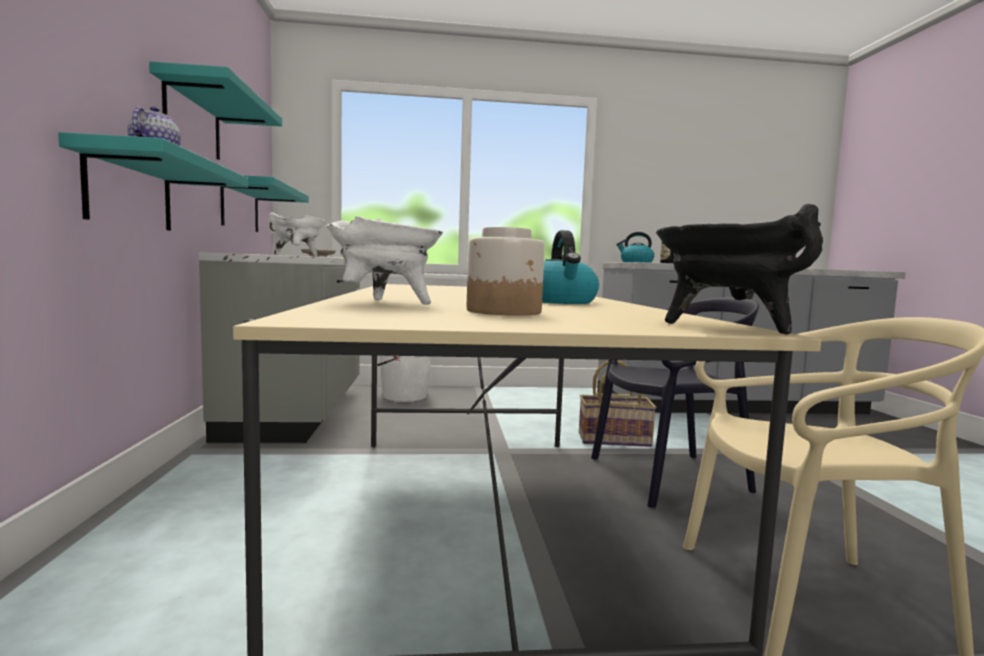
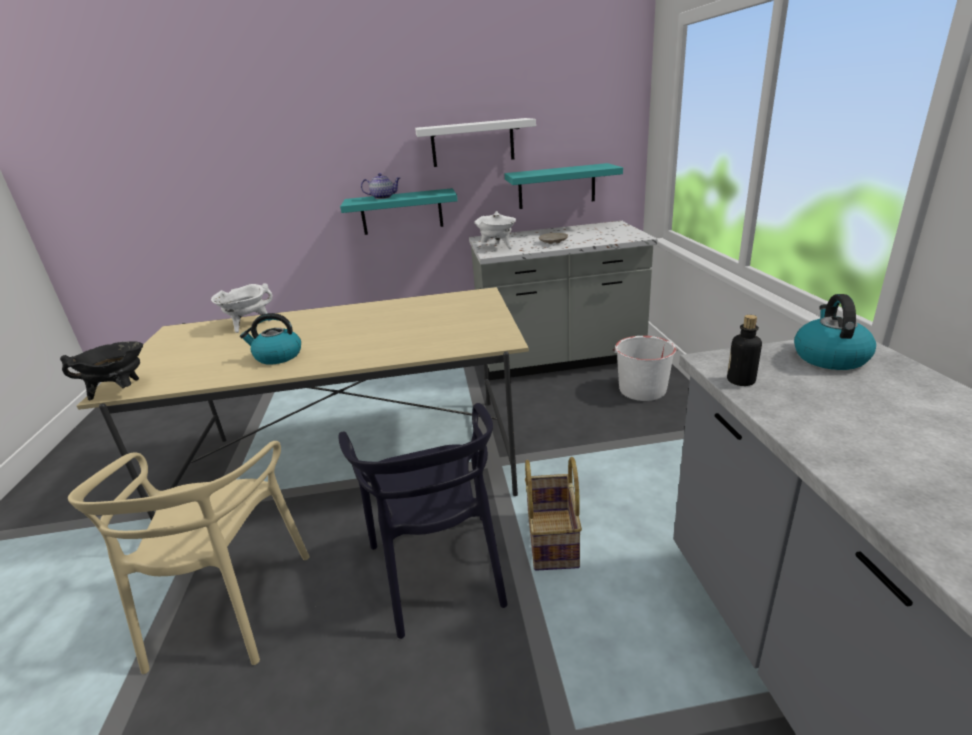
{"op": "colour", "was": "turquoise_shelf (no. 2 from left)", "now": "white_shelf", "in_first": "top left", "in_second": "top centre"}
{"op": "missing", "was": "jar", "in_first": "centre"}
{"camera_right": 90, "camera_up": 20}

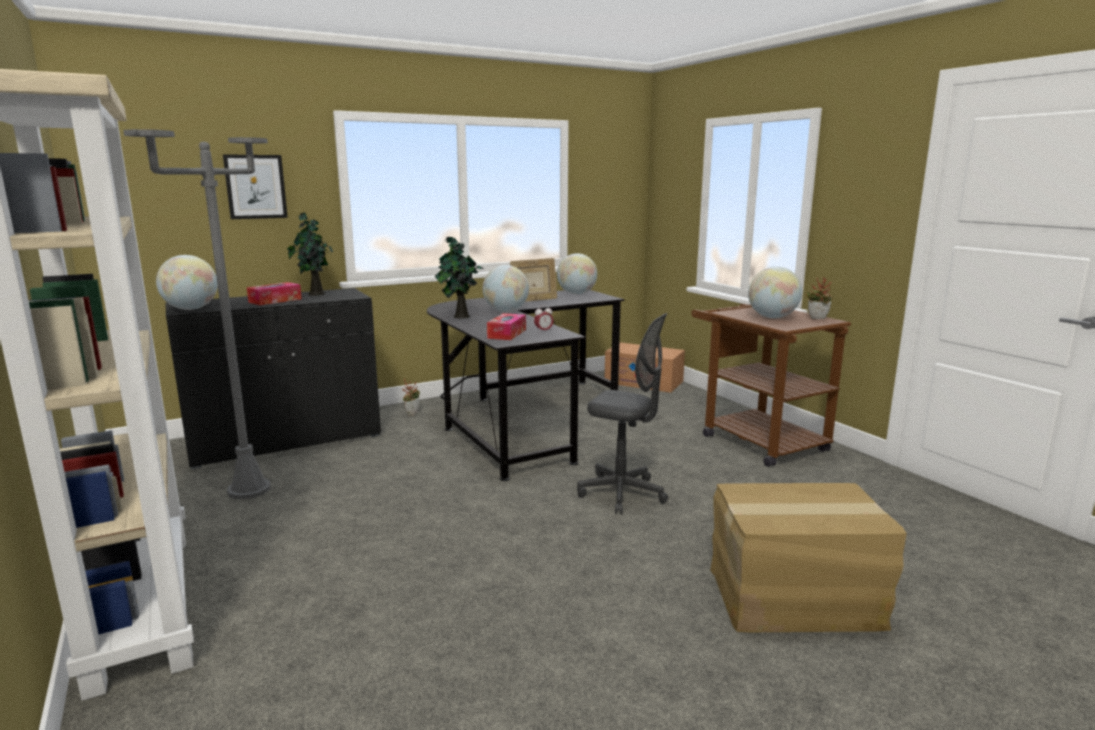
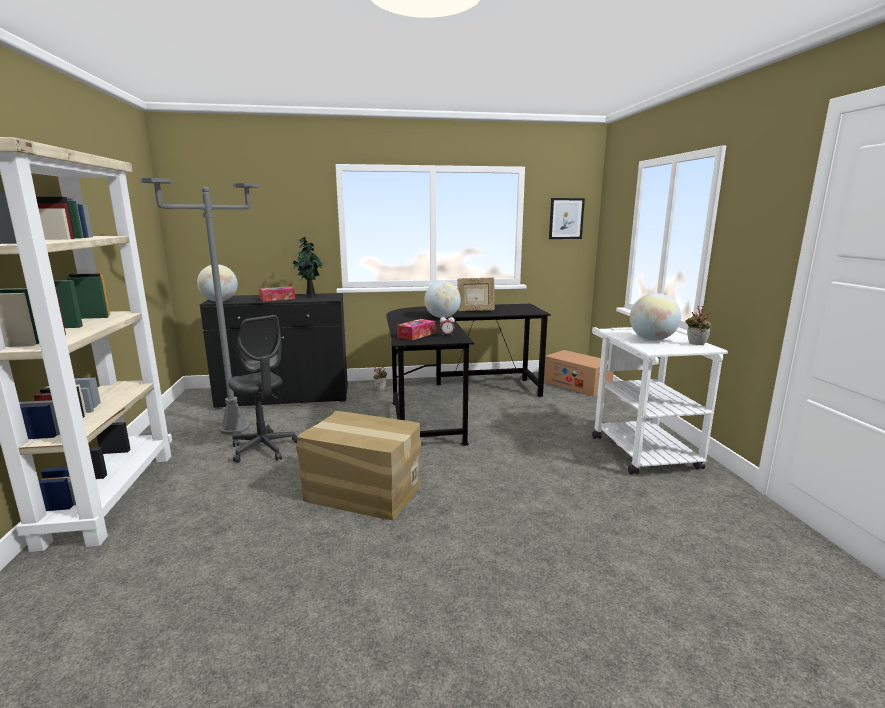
{"op": "relocated", "was": "grey_office_chair", "in_first": "centre", "in_second": "middle left"}
{"op": "relocated", "was": "cardboard_box (no. 2 from left in the first image)", "now": "cardboard_box (no. 1 from left)", "in_first": "bottom right", "in_second": "centre"}
{"op": "relocated", "was": "picture", "in_first": "top left", "in_second": "top centre"}
{"op": "colour", "was": "brown_cart", "now": "white_cart", "in_first": "middle right", "in_second": "middle right"}
{"op": "missing", "was": "potted_plant (no. 3 from left)", "in_first": "centre"}
{"op": "missing", "was": "globe (no. 3 from left)", "in_first": "centre"}
{"camera_right": 20, "camera_up": 0}

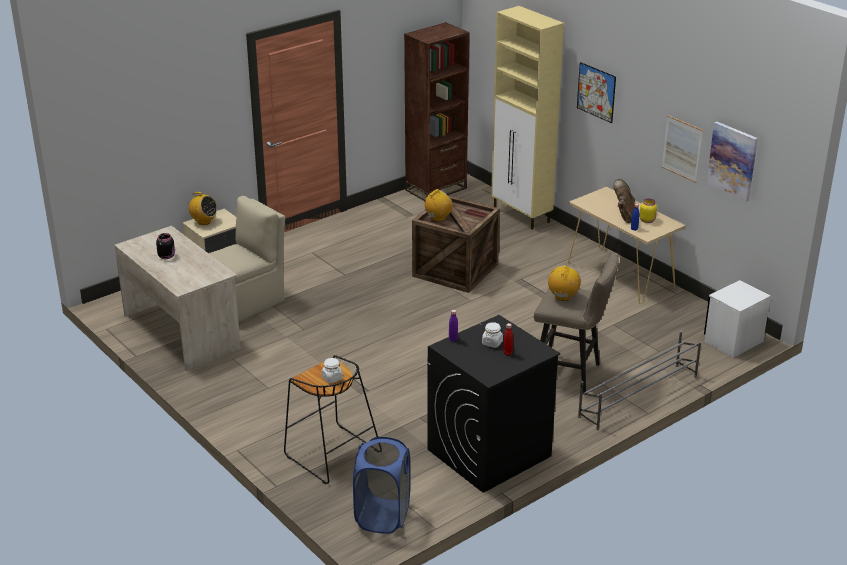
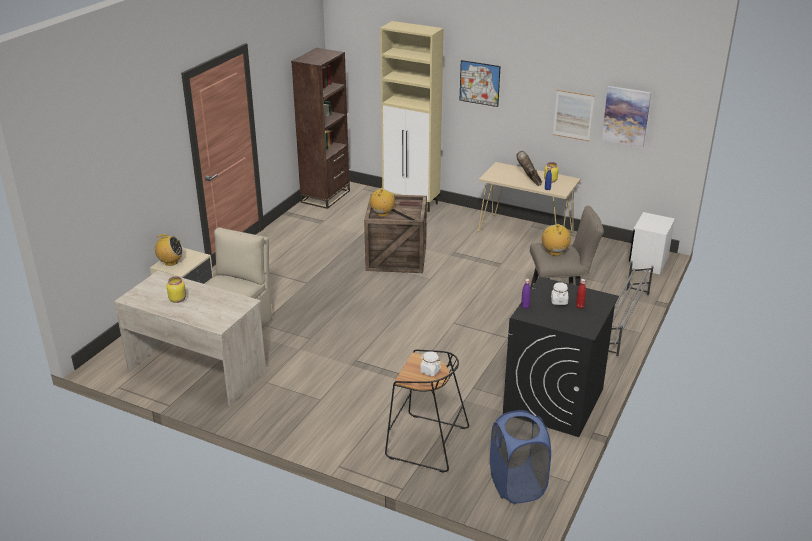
{"op": "colour", "was": "black_jar", "now": "yellow_jar (no. 1 from left)", "in_first": "middle left", "in_second": "middle left"}
{"camera_right": -25, "camera_up": 0}

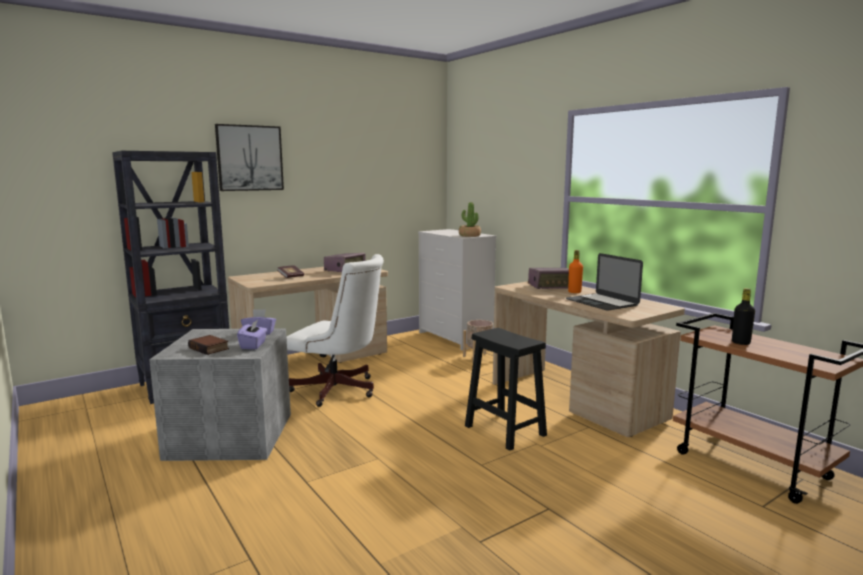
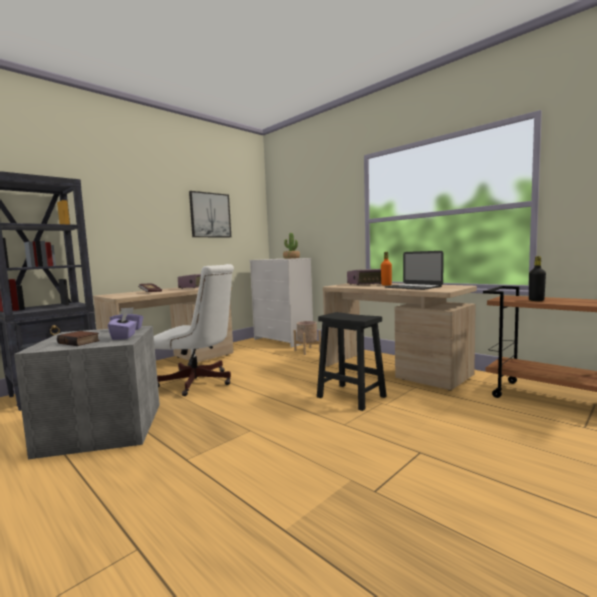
{"op": "relocated", "was": "picture", "in_first": "top left", "in_second": "centre"}
{"camera_right": -10, "camera_up": -5}

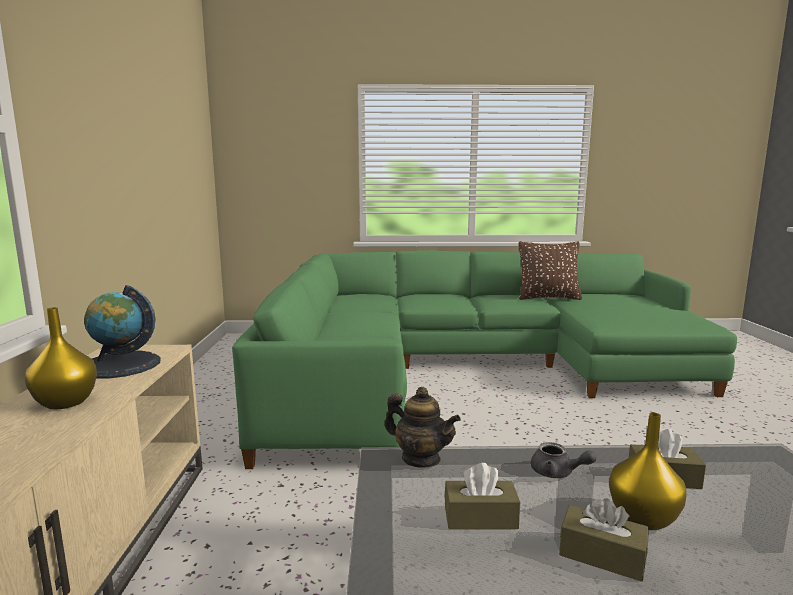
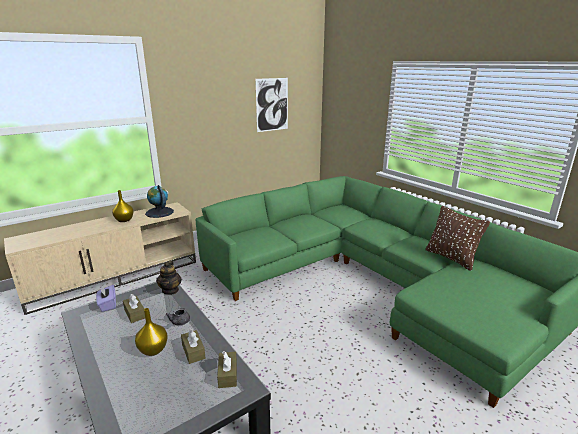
{"op": "appeared", "now": "purple_tissue_box", "in_second": "bottom left"}
{"op": "relocated", "was": "brown_tissue_box (no. 2 from left in the first image)", "now": "brown_tissue_box (no. 3 from left)", "in_first": "bottom right", "in_second": "bottom centre"}
{"op": "appeared", "now": "picture", "in_second": "top centre"}
{"camera_right": 55, "camera_up": 10}

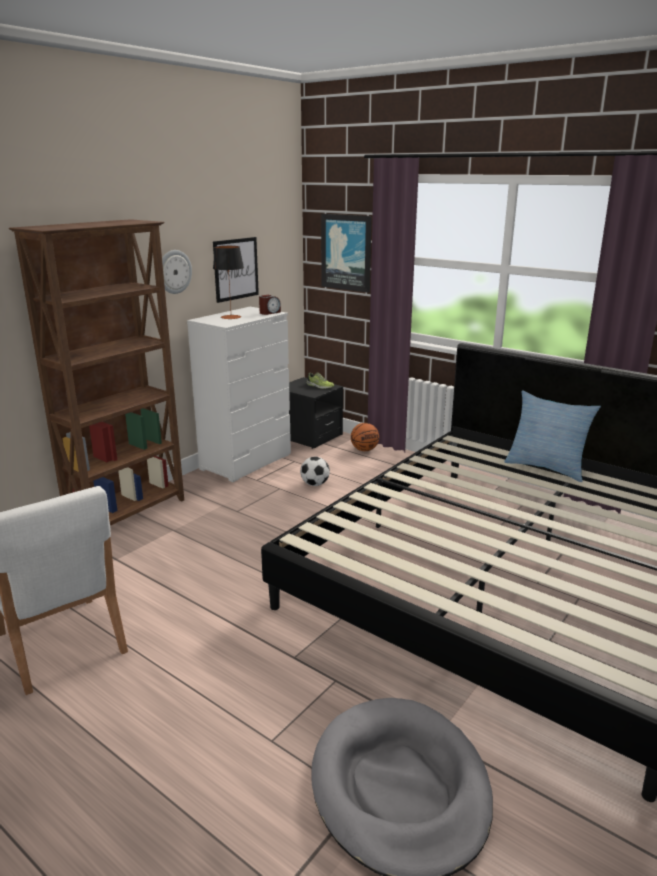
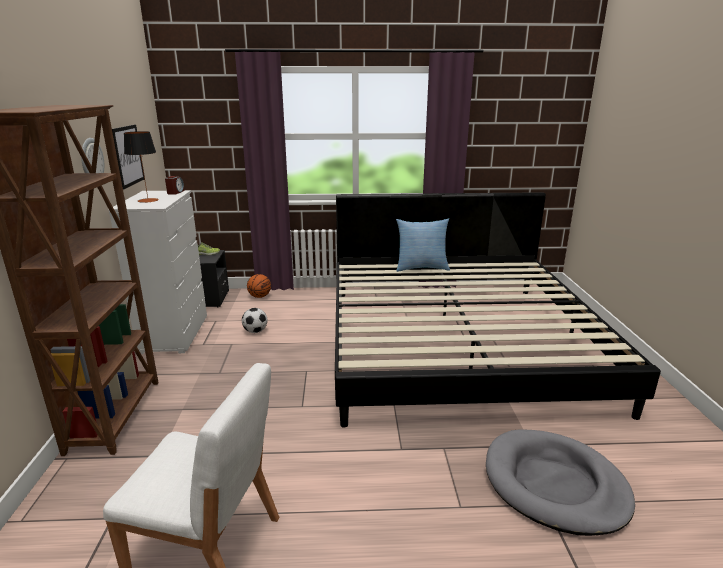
{"op": "missing", "was": "picture (no. 2 from left)", "in_first": "top centre"}
{"camera_right": -40, "camera_up": 0}

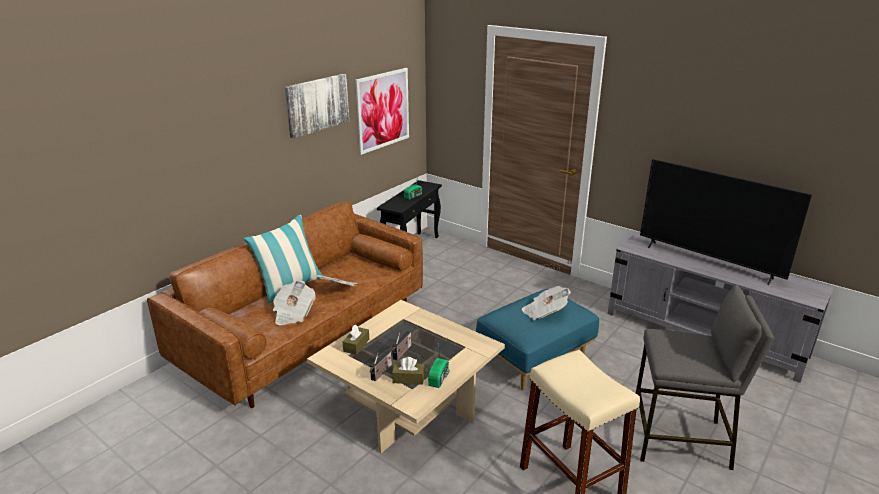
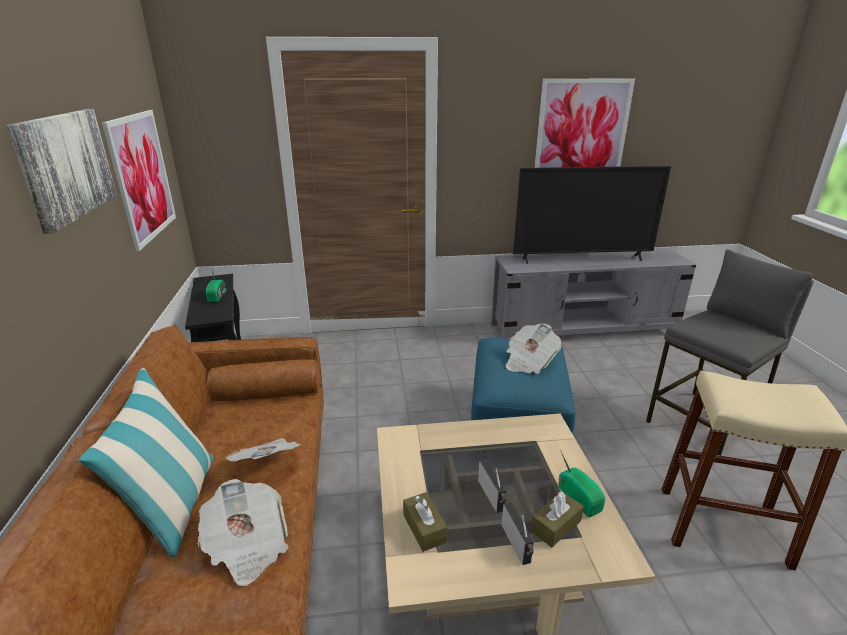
{"op": "appeared", "now": "picture (no. 3 from left)", "in_second": "top right"}
{"camera_right": -45, "camera_up": 0}

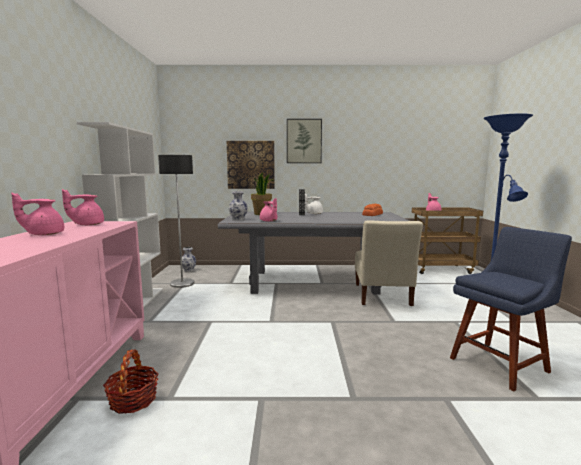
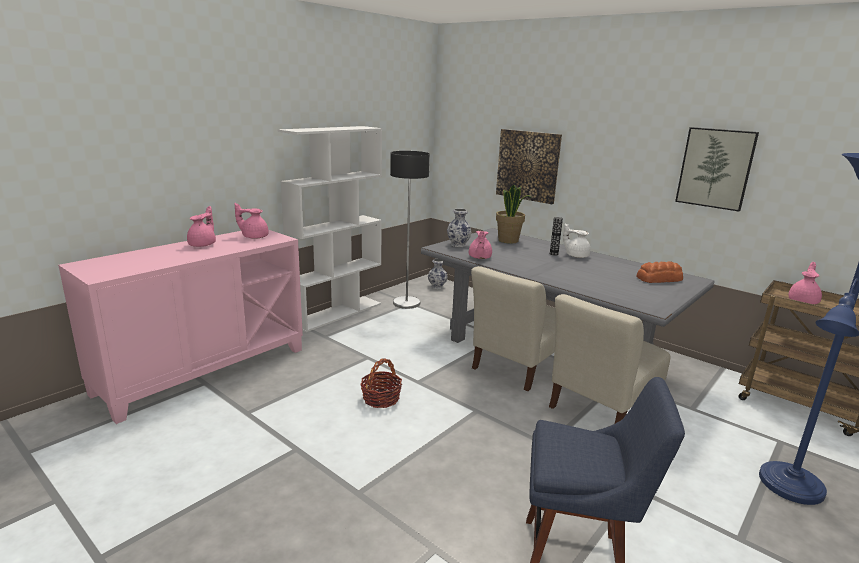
{"op": "spun", "was": "pink_teapot (no. 1 from left)", "in_first": "middle left", "in_second": "middle left", "clockwise": 90}
{"op": "relocated", "was": "basket", "in_first": "bottom left", "in_second": "bottom centre"}
{"op": "appeared", "now": "beige_chair (no. 1 from left)", "in_second": "centre"}
{"op": "relocated", "was": "picture (no. 2 from left)", "in_first": "top centre", "in_second": "top right"}
{"camera_right": 40, "camera_up": 10}

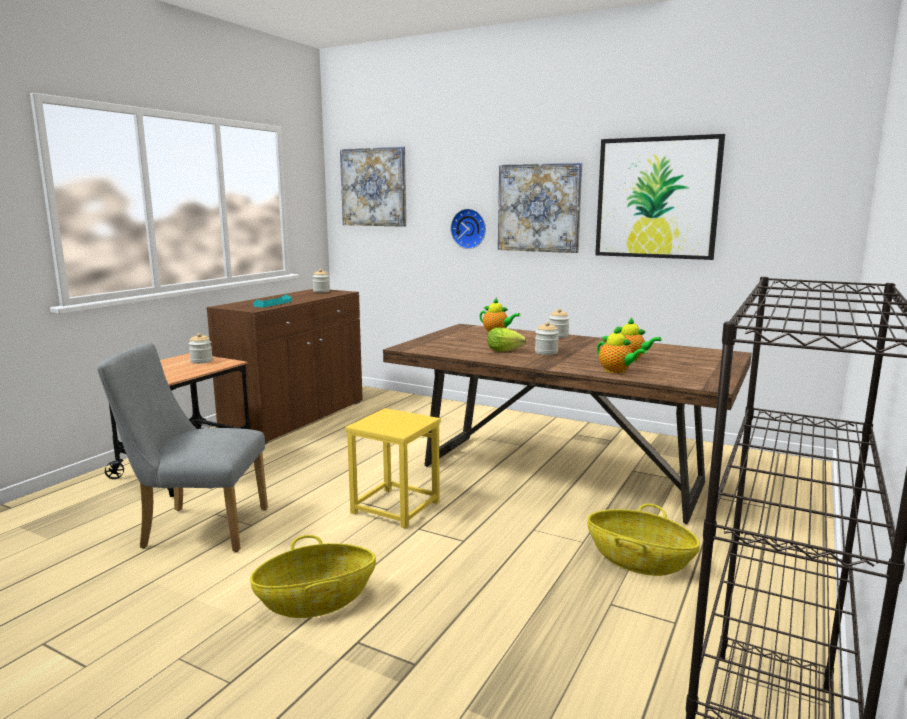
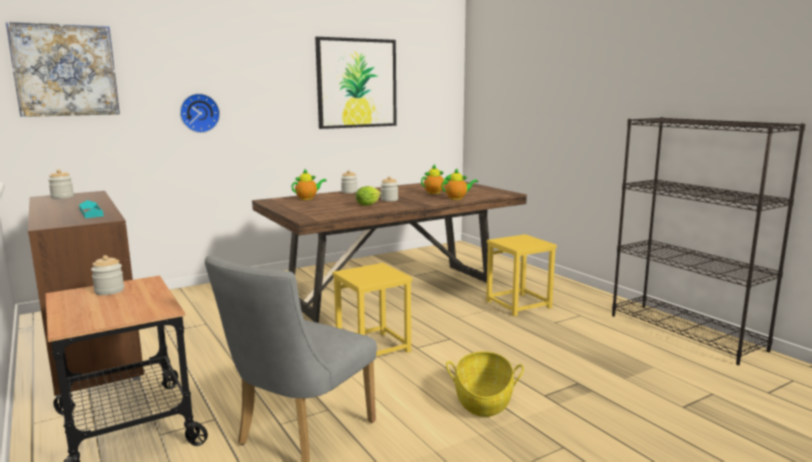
{"op": "exchanged", "was": "basket (no. 2 from left)", "now": "yellow_stool (no. 2 from left)", "in_first": "bottom right", "in_second": "centre"}
{"op": "missing", "was": "picture (no. 2 from left)", "in_first": "top centre"}
{"camera_right": -60, "camera_up": 0}

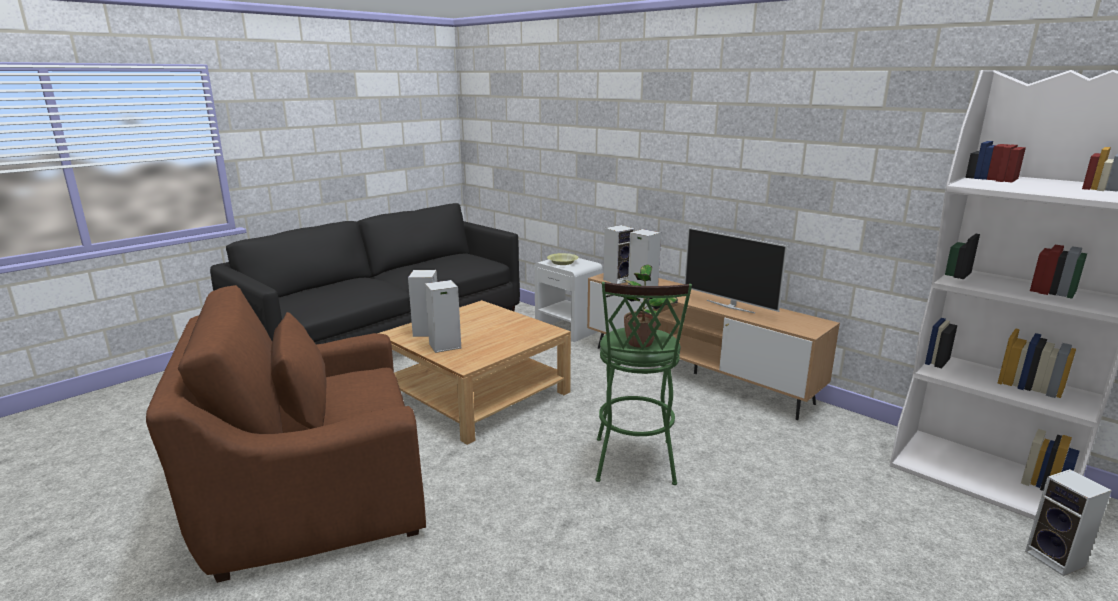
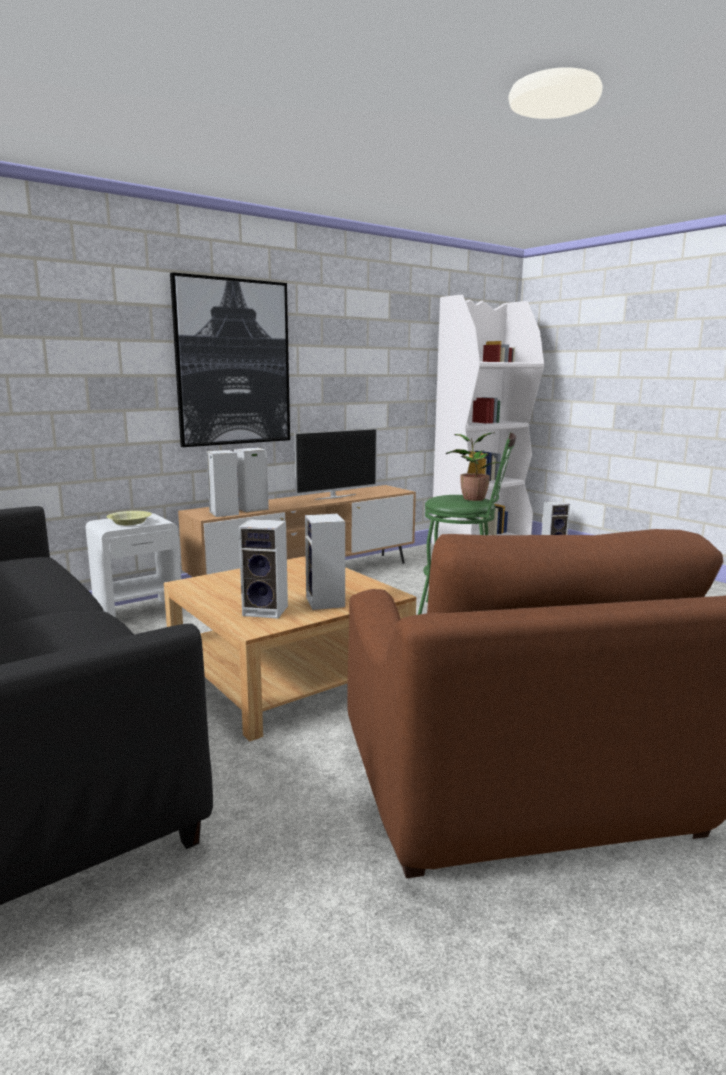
{"op": "appeared", "now": "picture", "in_second": "middle left"}
{"camera_right": -80, "camera_up": -5}

